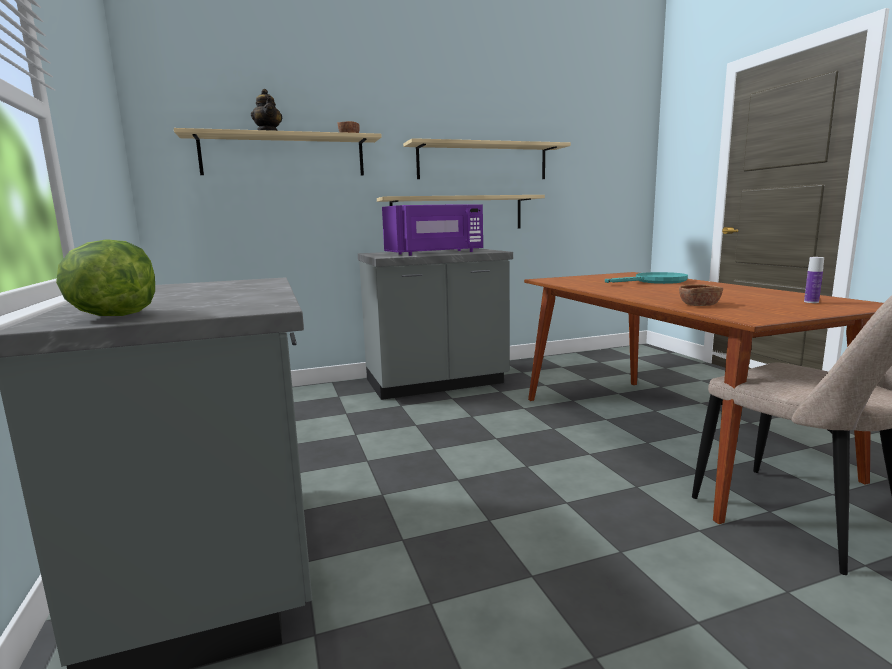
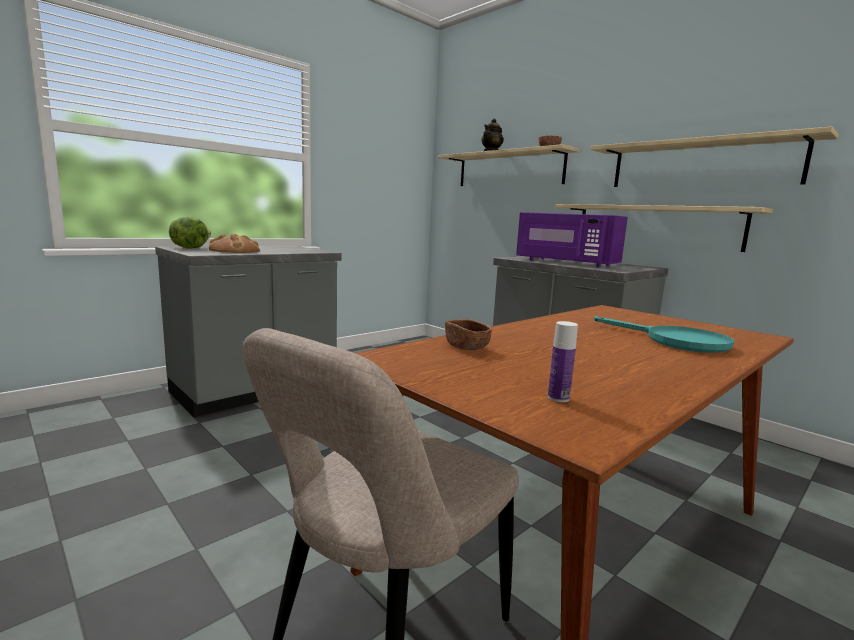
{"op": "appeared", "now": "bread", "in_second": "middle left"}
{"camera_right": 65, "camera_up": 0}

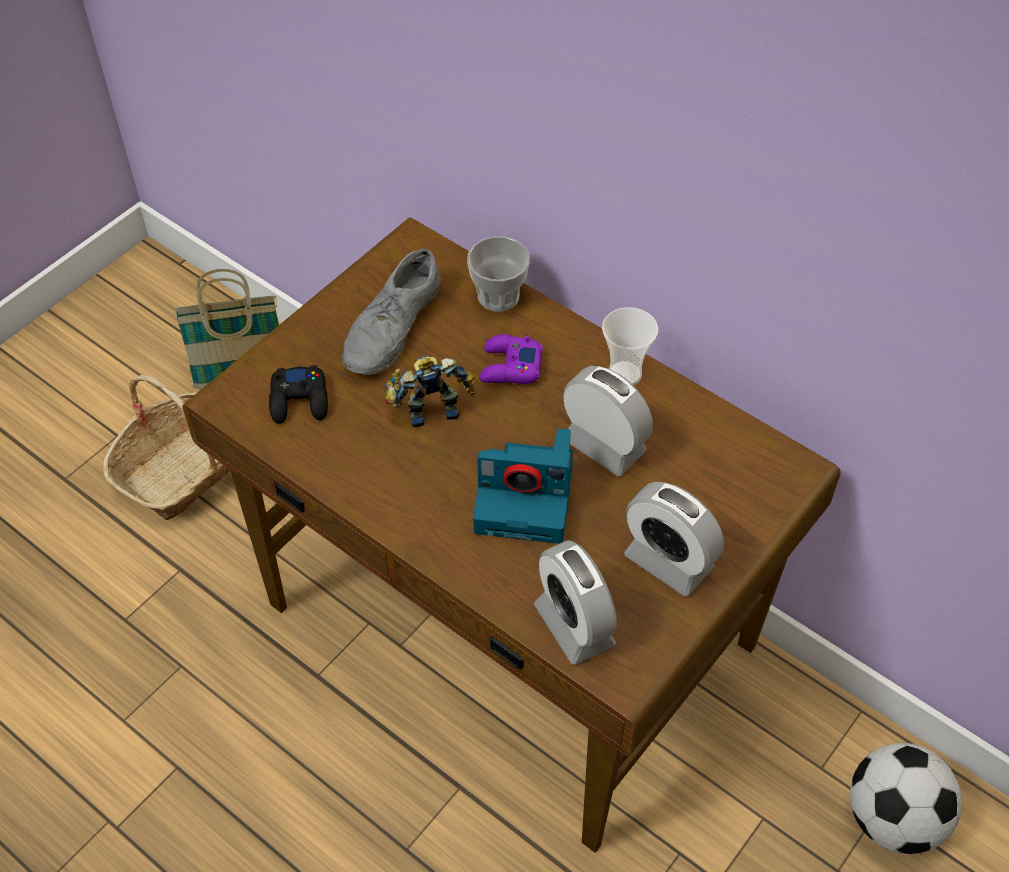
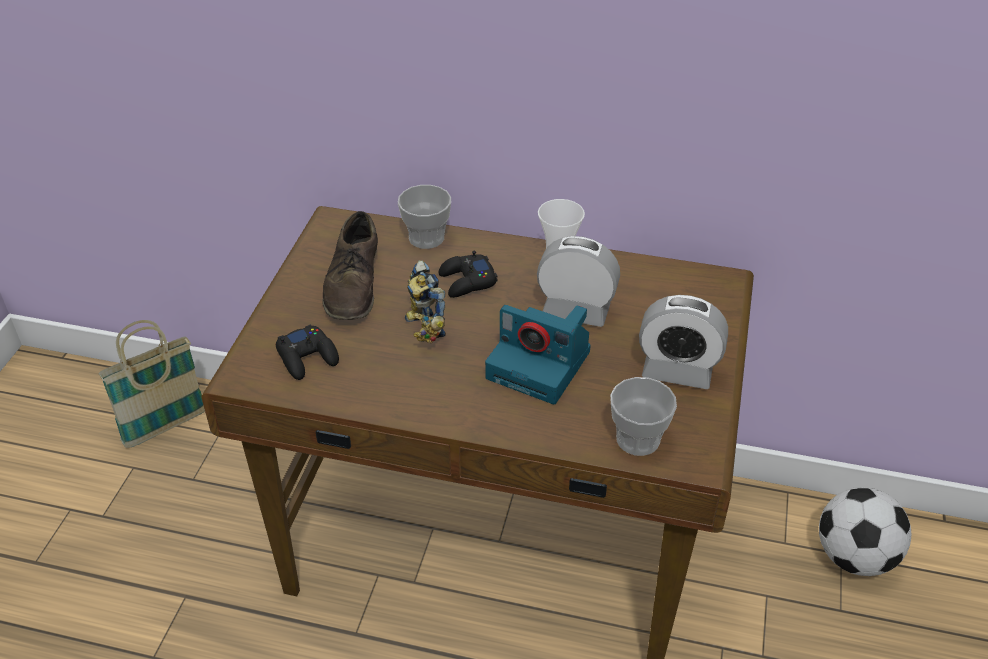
{"op": "colour", "was": "grey_shoe", "now": "brown_shoe", "in_first": "centre", "in_second": "centre"}
{"op": "spun", "was": "toy_robot", "in_first": "centre", "in_second": "centre", "clockwise": -75}
{"op": "colour", "was": "purple_game_controller", "now": "black_game_controller (no. 2 from left)", "in_first": "centre", "in_second": "centre"}
{"op": "spun", "was": "photo_camera", "in_first": "centre", "in_second": "centre", "clockwise": 45}
{"op": "exchanged", "was": "alarm_clock (no. 1 from left)", "now": "cup (no. 3 from left)", "in_first": "bottom centre", "in_second": "centre"}
{"op": "missing", "was": "basket (no. 1 from left)", "in_first": "middle left"}
{"camera_right": -25, "camera_up": -10}

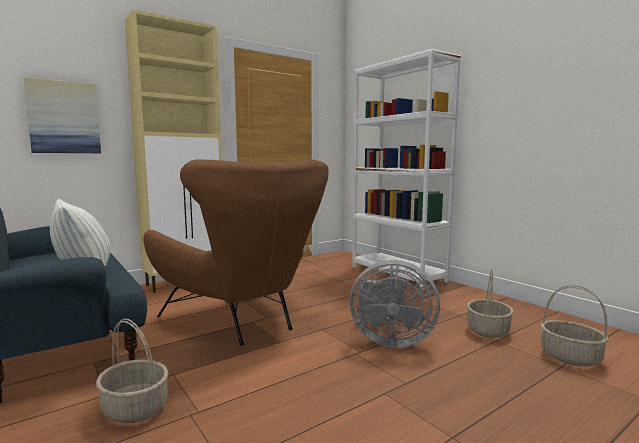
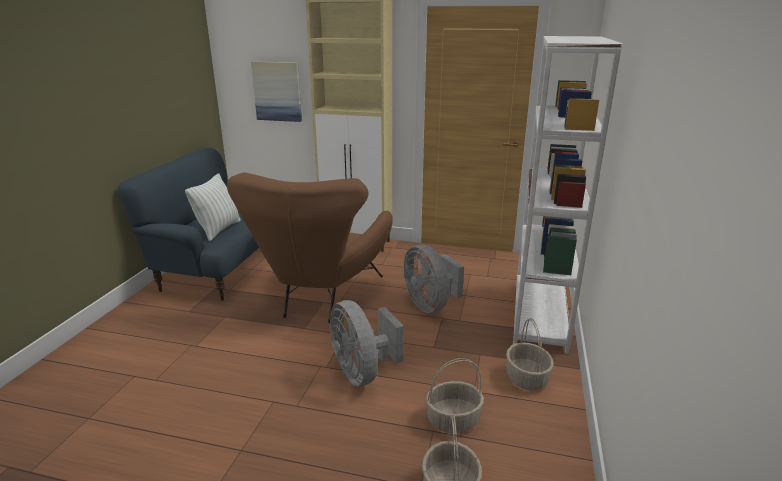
{"op": "appeared", "now": "grey_fan (no. 2 from left)", "in_second": "centre"}
{"op": "relocated", "was": "basket (no. 1 from left in the first image)", "now": "basket (no. 3 from left)", "in_first": "bottom left", "in_second": "bottom right"}
{"camera_right": 50, "camera_up": 15}

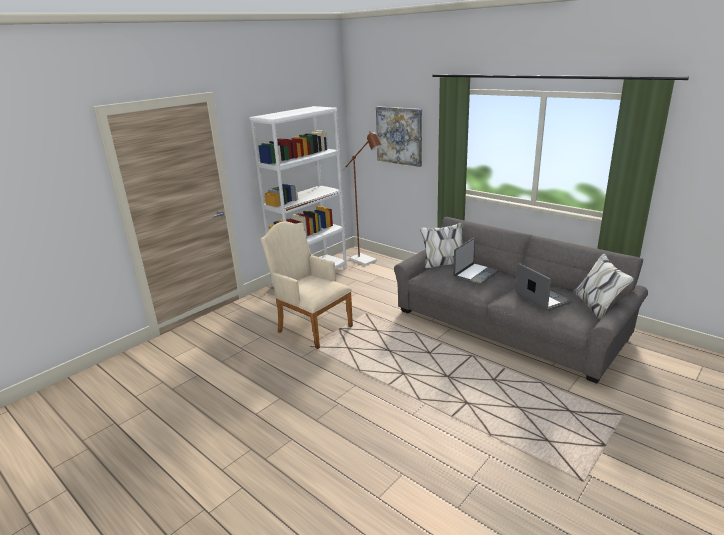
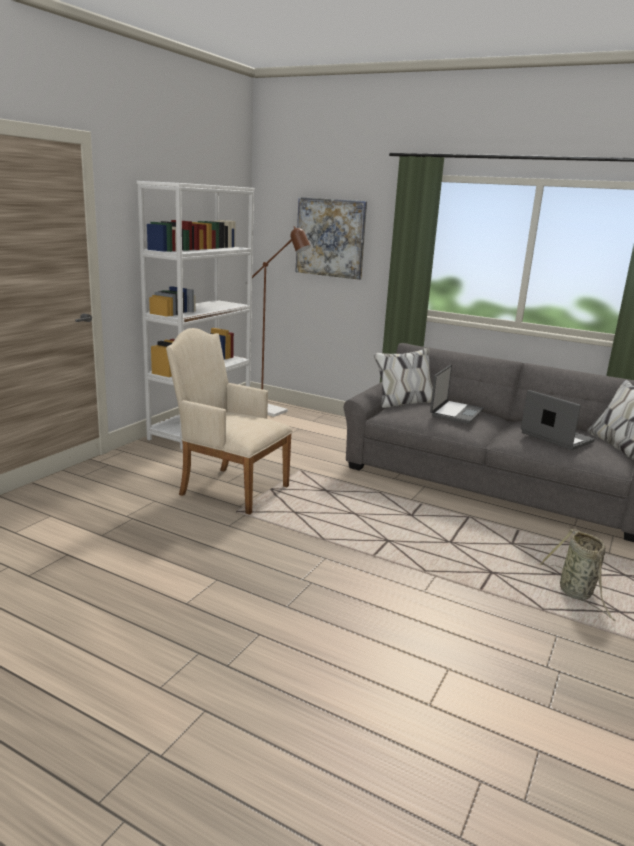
{"op": "appeared", "now": "basket", "in_second": "bottom right"}
{"camera_right": -15, "camera_up": -5}

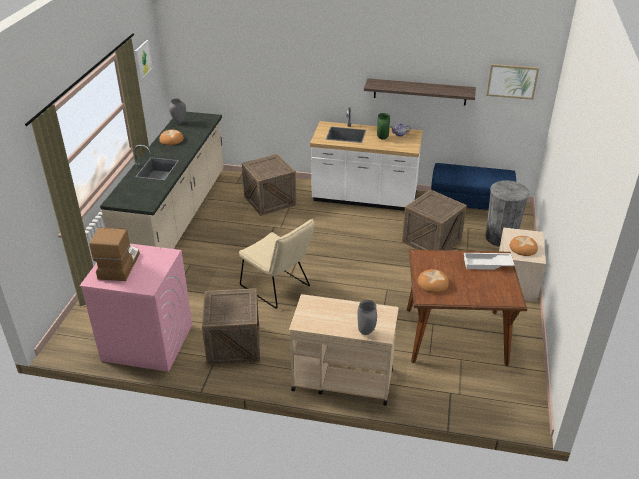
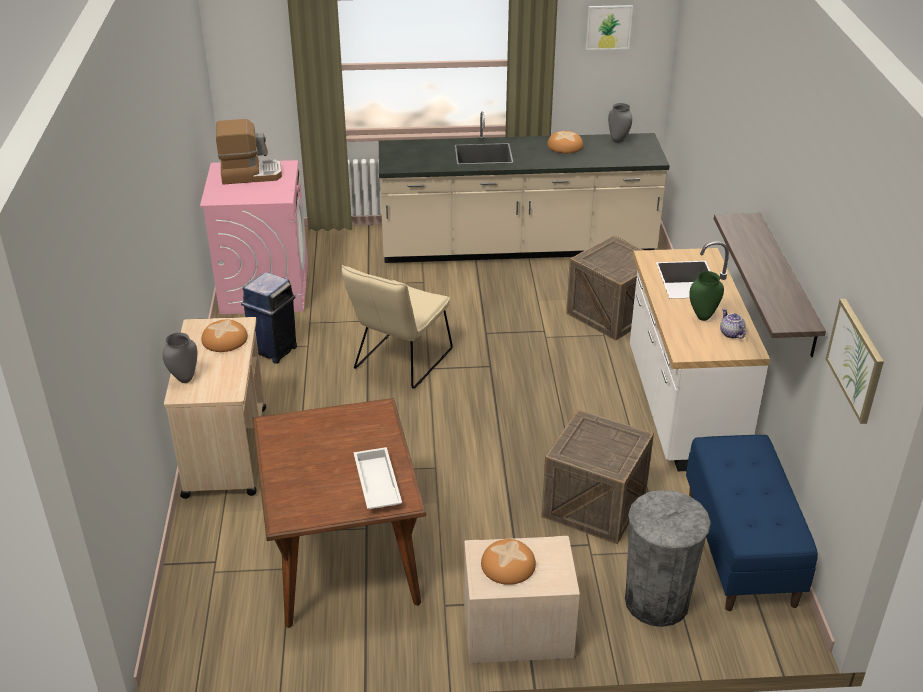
{"op": "relocated", "was": "bread (no. 2 from left in the first image)", "now": "bread (no. 1 from left)", "in_first": "middle right", "in_second": "middle left"}
{"op": "exchanged", "was": "crate (no. 1 from left)", "now": "blue_trash_can", "in_first": "bottom centre", "in_second": "middle left"}
{"camera_right": 75, "camera_up": 0}

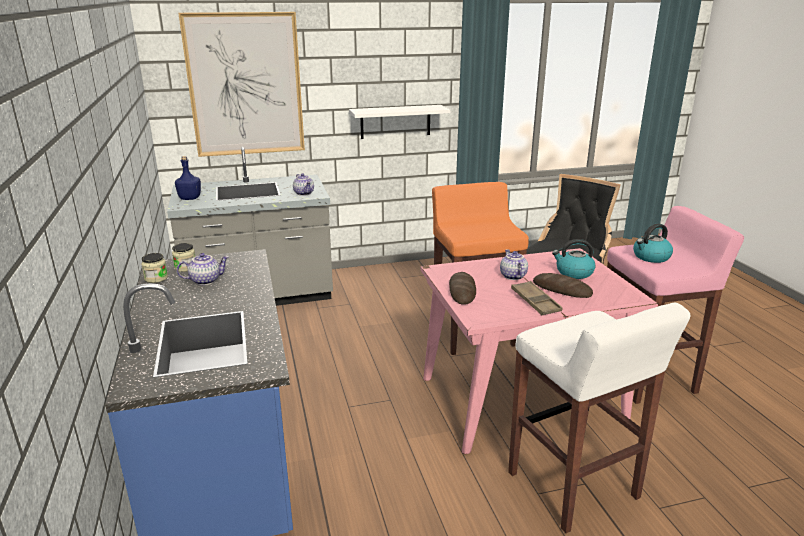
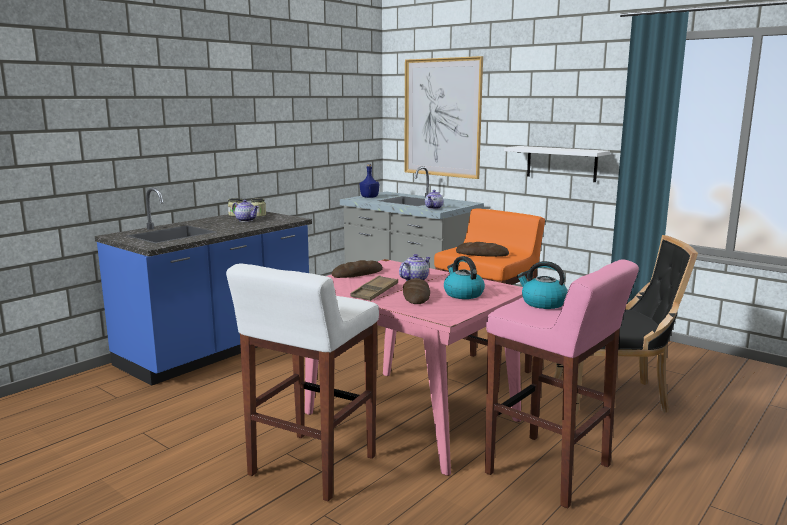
{"op": "appeared", "now": "bread (no. 3 from left)", "in_second": "centre"}
{"camera_right": 55, "camera_up": -10}

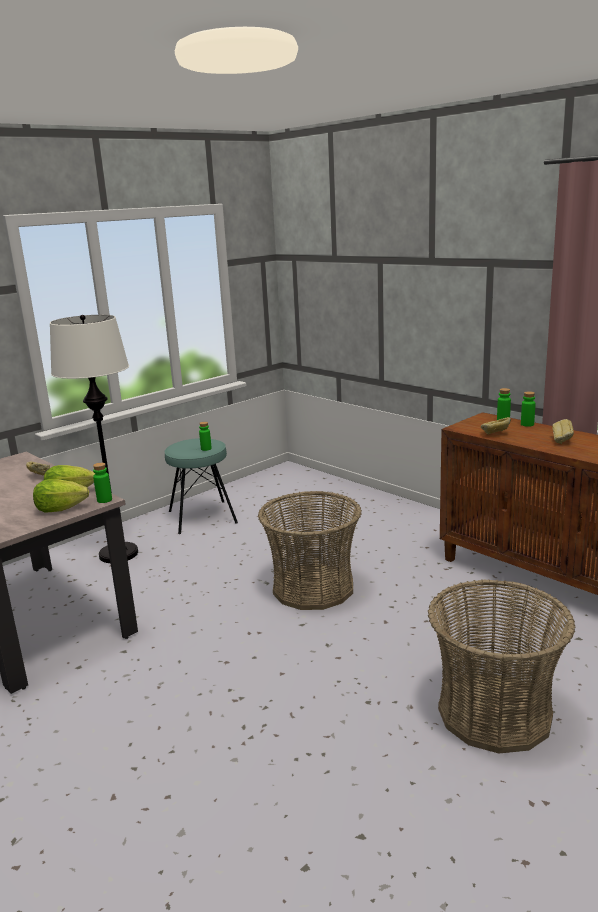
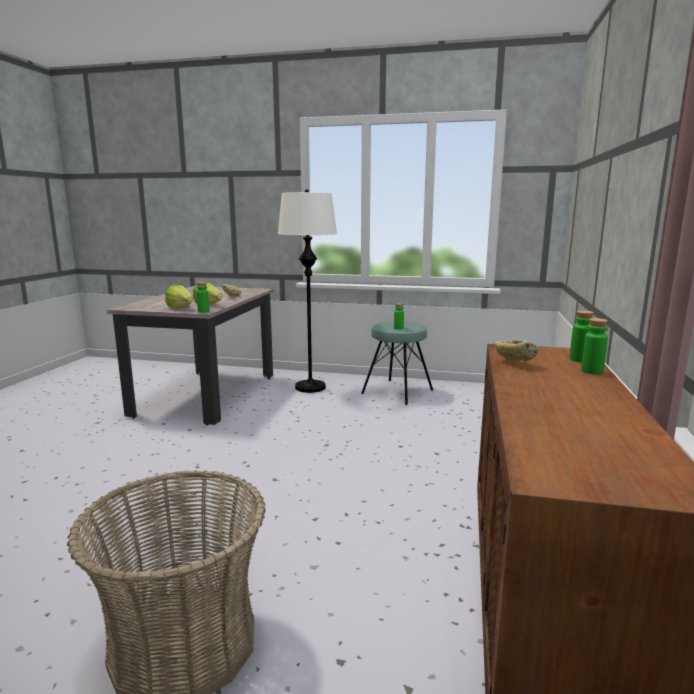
{"op": "missing", "was": "basket (no. 1 from left)", "in_first": "centre"}
{"op": "missing", "was": "bread (no. 3 from left)", "in_first": "middle right"}
{"camera_right": 55, "camera_up": -5}

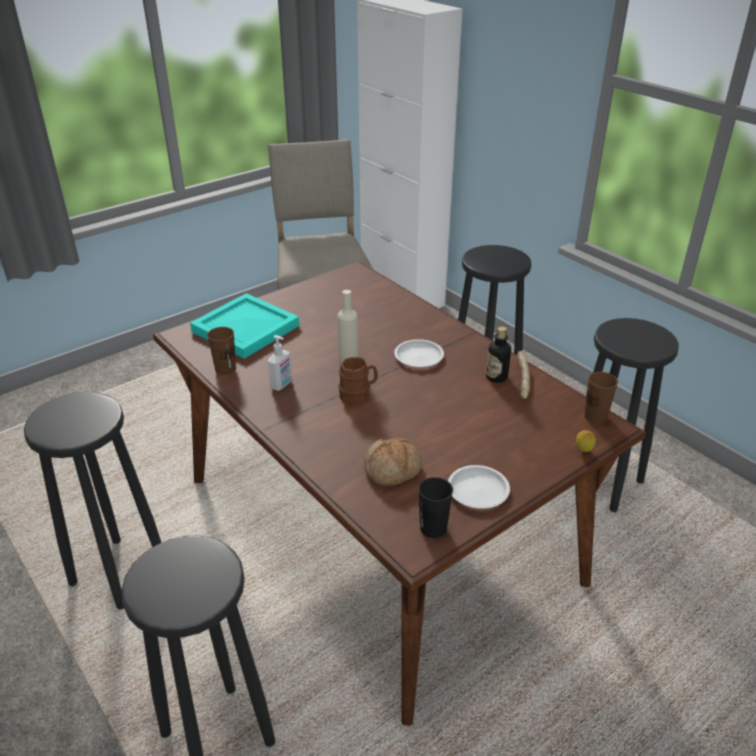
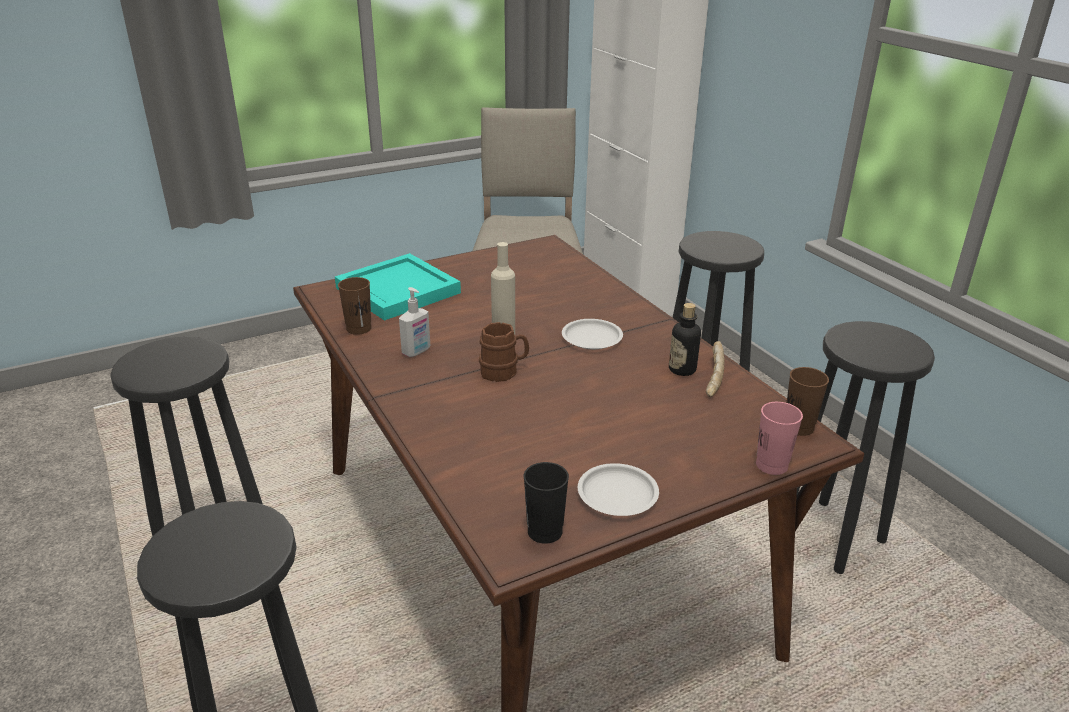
{"op": "exchanged", "was": "lemon", "now": "pink_cup", "in_first": "middle right", "in_second": "middle right"}
{"op": "missing", "was": "bread (no. 1 from left)", "in_first": "centre"}
{"camera_right": 10, "camera_up": -5}

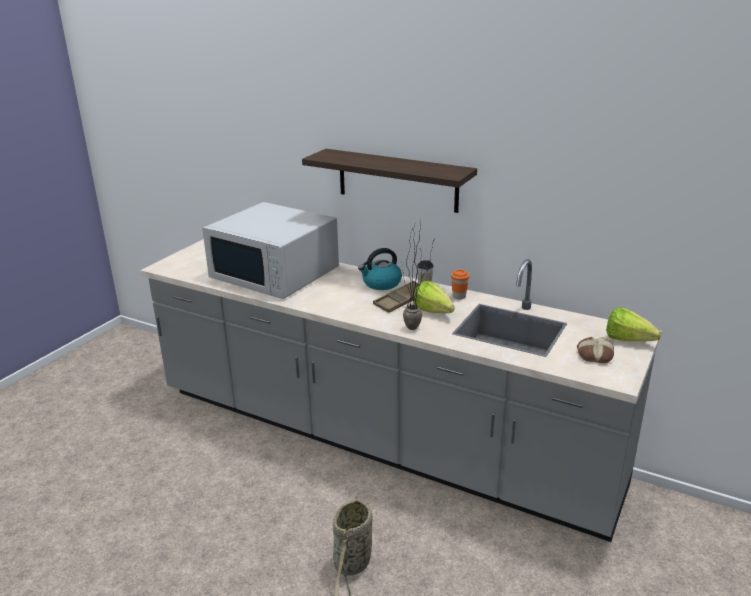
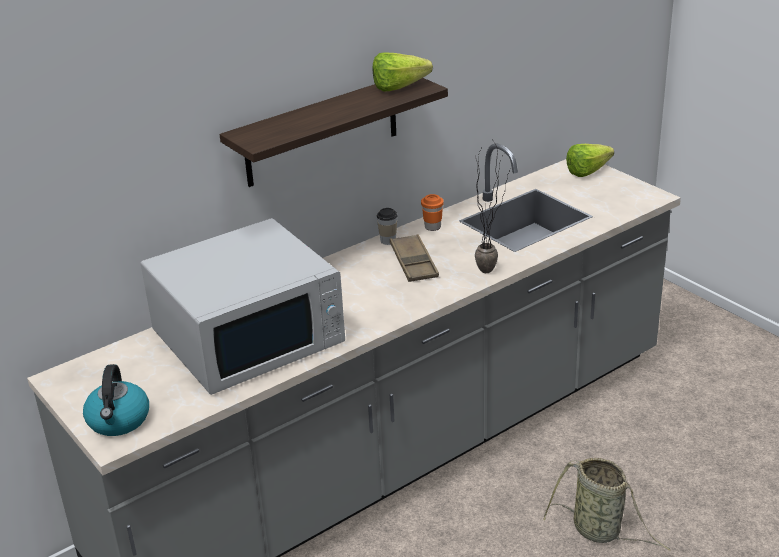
{"op": "relocated", "was": "kettle", "in_first": "centre", "in_second": "bottom left"}
{"op": "relocated", "was": "lettuce (no. 1 from left)", "in_first": "centre", "in_second": "top centre"}
{"op": "missing", "was": "bread", "in_first": "middle right"}
{"camera_right": -65, "camera_up": 5}

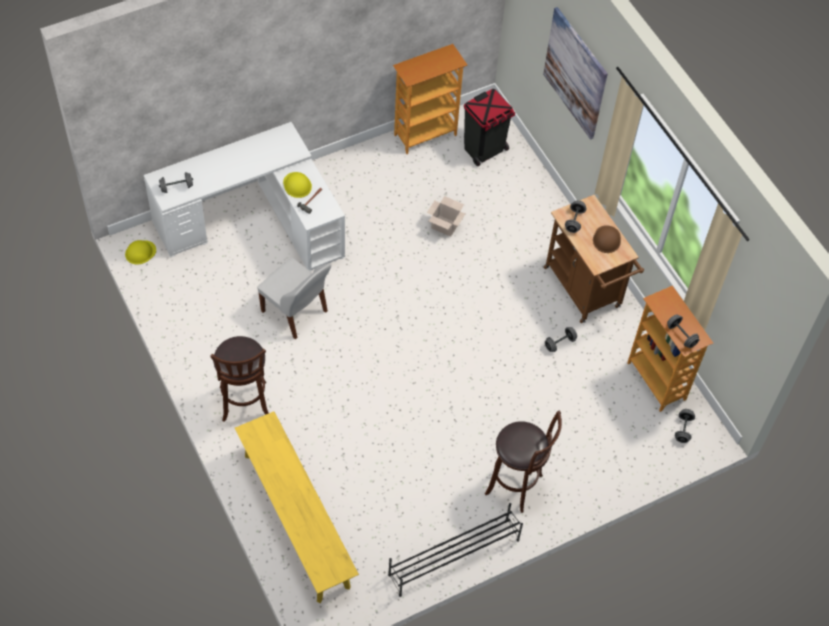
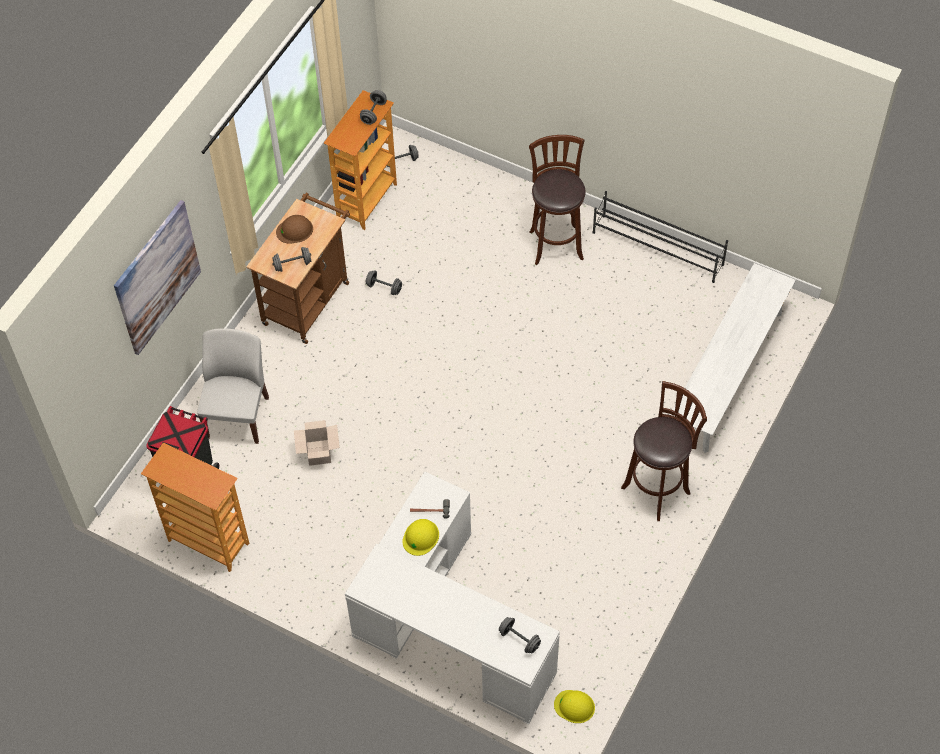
{"op": "relocated", "was": "white_chair", "in_first": "centre", "in_second": "middle left"}
{"op": "colour", "was": "yellow_bench", "now": "white_bench", "in_first": "bottom centre", "in_second": "middle right"}
{"camera_right": -120, "camera_up": 0}

